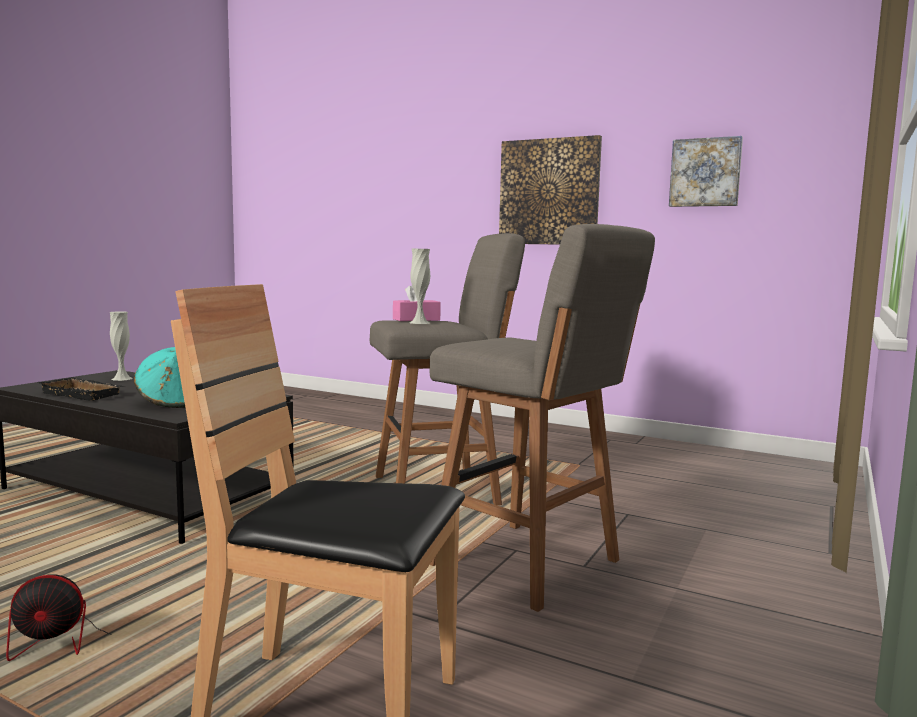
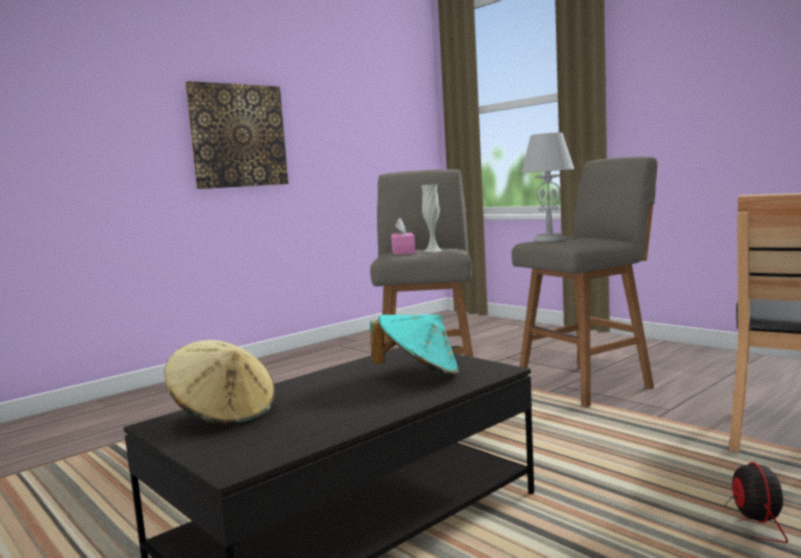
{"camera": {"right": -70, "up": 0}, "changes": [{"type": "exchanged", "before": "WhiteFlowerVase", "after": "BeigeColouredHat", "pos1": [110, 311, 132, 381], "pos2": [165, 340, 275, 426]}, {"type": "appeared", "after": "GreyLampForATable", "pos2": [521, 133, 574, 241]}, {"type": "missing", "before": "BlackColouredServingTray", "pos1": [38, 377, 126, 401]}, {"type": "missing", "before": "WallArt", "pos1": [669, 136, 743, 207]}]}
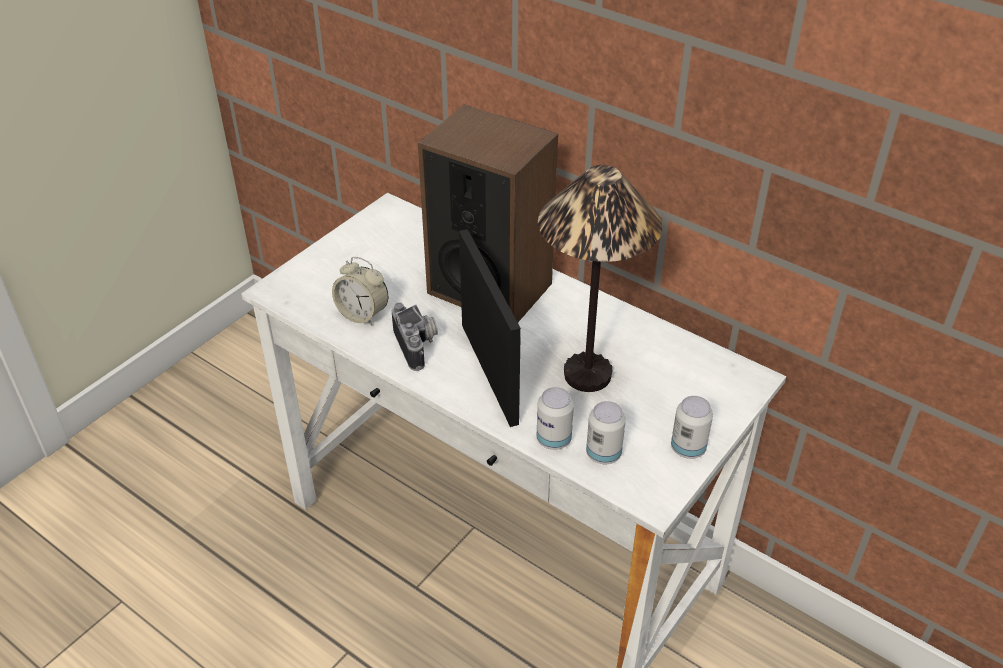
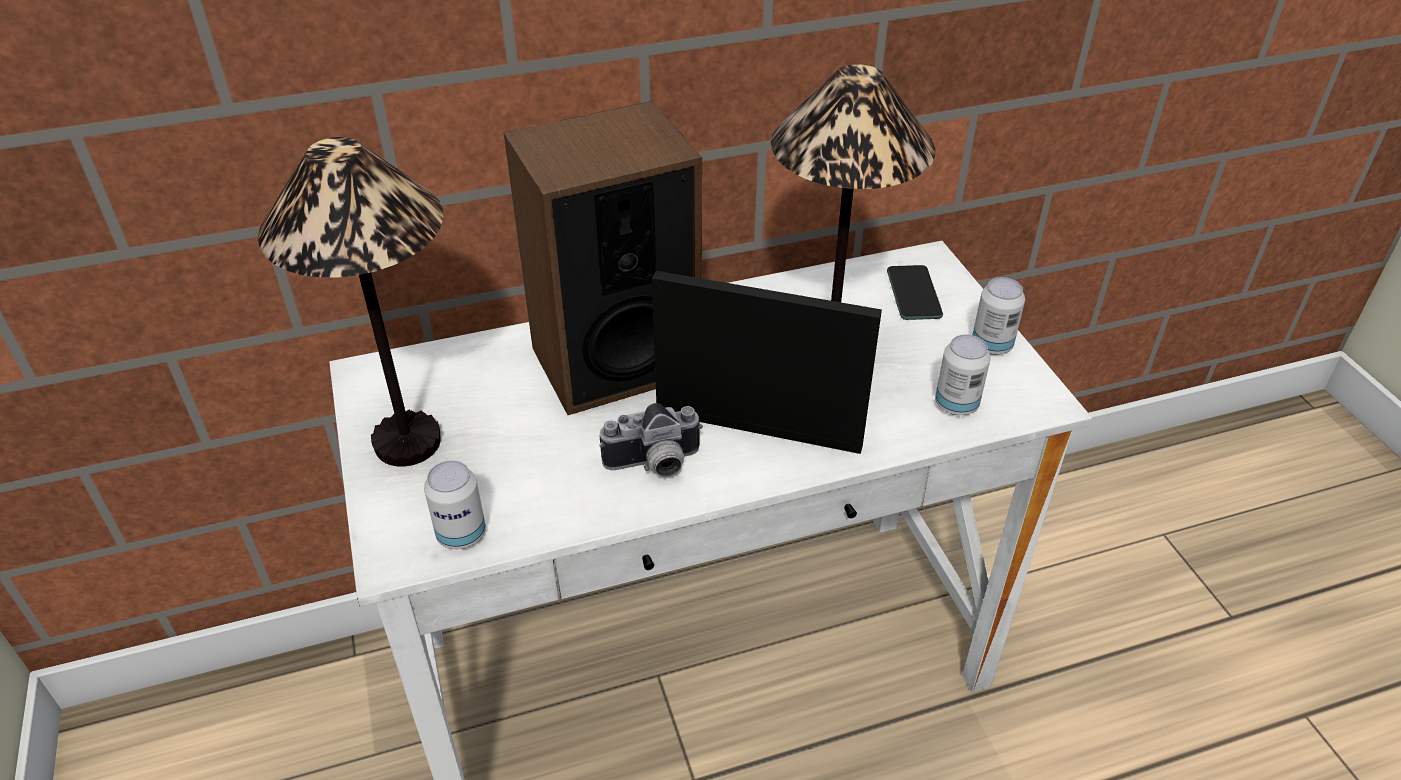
{"camera": {"right": -55, "up": 0}, "changes": [{"type": "appeared", "after": "LampForATable", "pos2": [258, 137, 443, 467]}, {"type": "relocated", "before": "MetalCan", "pos1": [537, 387, 574, 450], "pos2": [424, 461, 486, 549]}, {"type": "spun", "before": "StillCamera", "pos1": [392, 302, 438, 371], "pos2": [600, 403, 703, 477], "turn": 150}, {"type": "appeared", "after": "Handset", "pos2": [887, 265, 943, 320]}, {"type": "missing", "before": "AlarmClock", "pos1": [332, 257, 388, 326]}]}
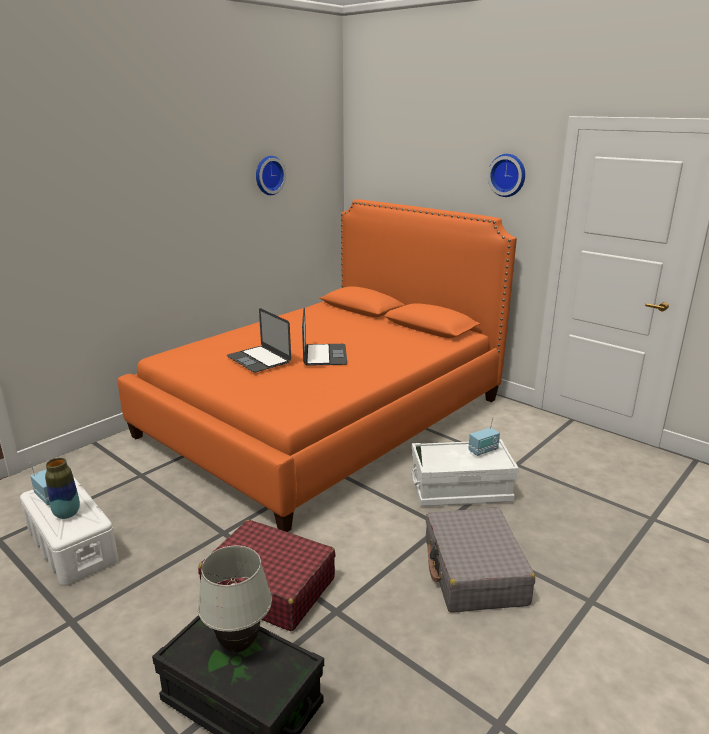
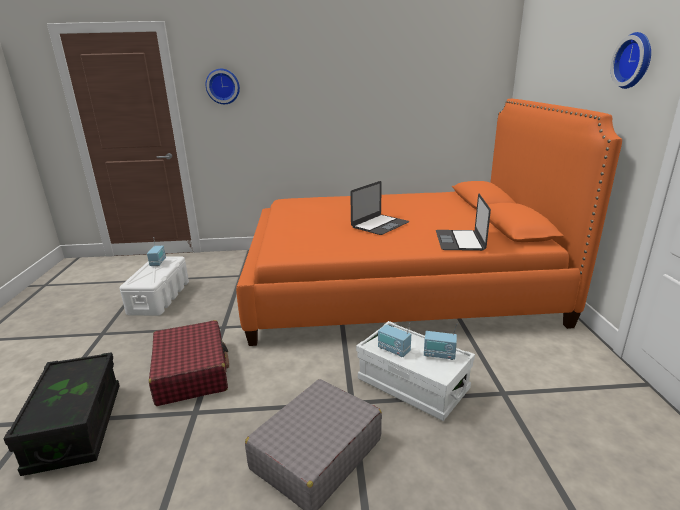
{"camera": {"right": 45, "up": 0}, "changes": [{"type": "relocated", "before": "ClockOnTheWall", "pos1": [256, 156, 286, 195], "pos2": [206, 69, 240, 104]}, {"type": "appeared", "after": "Radio", "pos2": [378, 322, 411, 357]}, {"type": "relocated", "before": "PortableComputer", "pos1": [227, 308, 291, 372], "pos2": [436, 194, 491, 251]}, {"type": "missing", "before": "FlowerVase", "pos1": [45, 458, 80, 519]}, {"type": "missing", "before": "WhiteLampForATable", "pos1": [197, 546, 272, 652]}]}
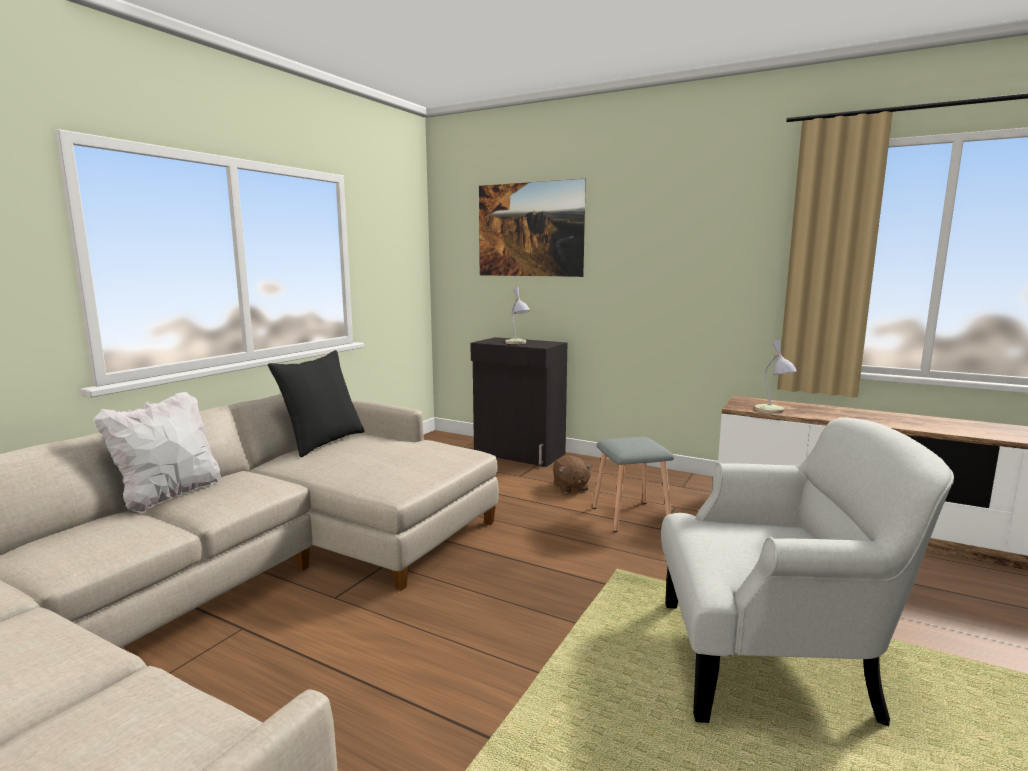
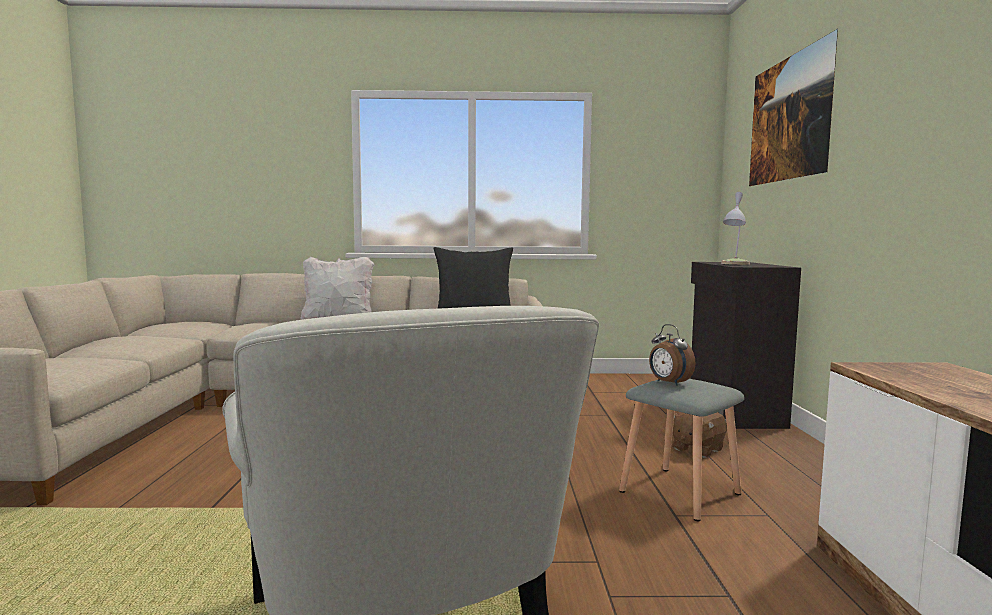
{"camera": {"right": 60, "up": -5}, "changes": [{"type": "appeared", "after": "AlarmClock", "pos2": [649, 324, 695, 386]}, {"type": "missing", "before": "LampForATable", "pos1": [755, 340, 797, 414]}]}
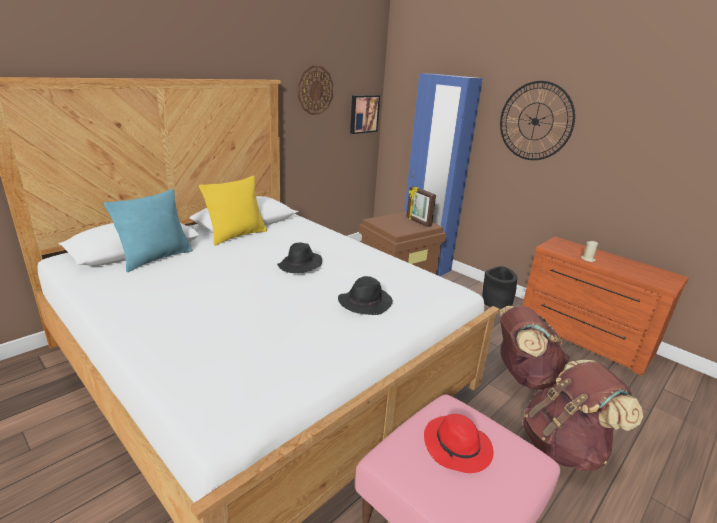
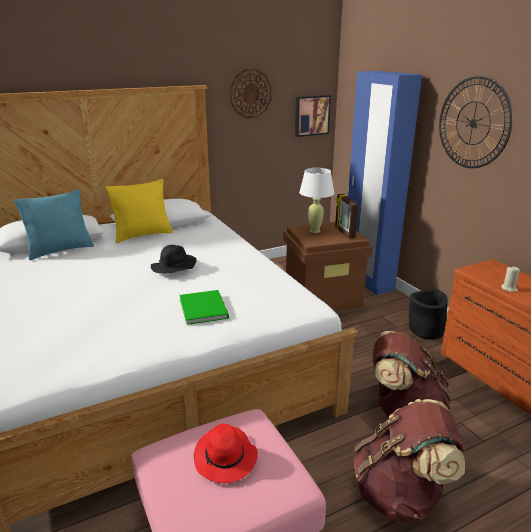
{"camera": {"right": 20, "up": 0}, "changes": [{"type": "exchanged", "before": "BlackColouredHat", "after": "GreenBook", "pos1": [338, 276, 393, 315], "pos2": [179, 290, 229, 325]}, {"type": "appeared", "after": "WhiteLampForATable", "pos2": [299, 168, 334, 233]}]}
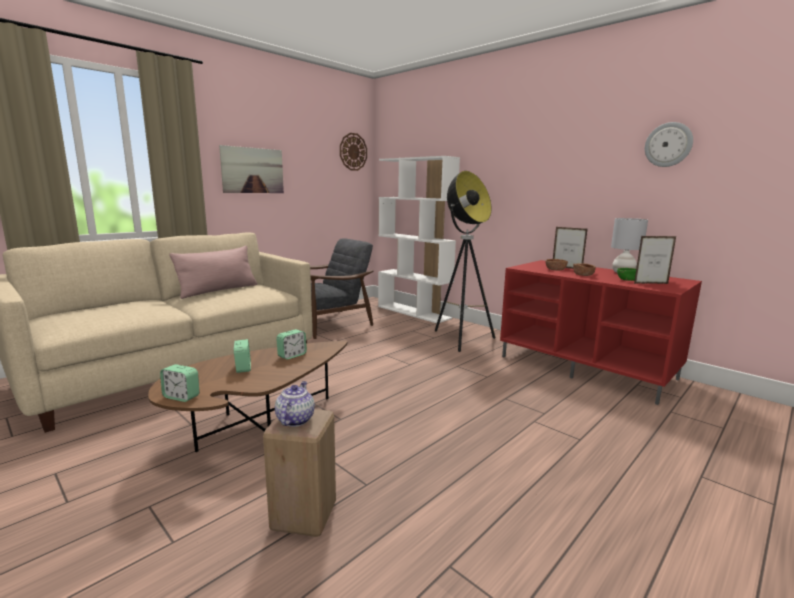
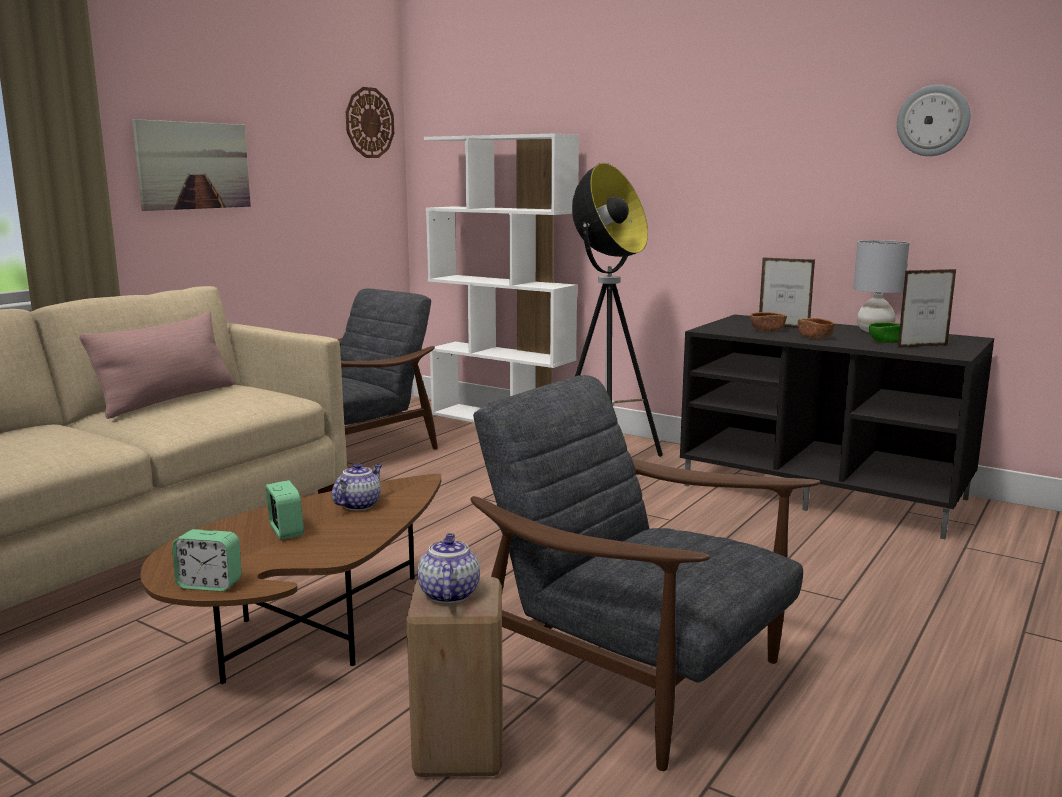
{"camera": {"right": -10, "up": 0}, "changes": [{"type": "exchanged", "before": "AlarmClock", "after": "Teapot", "pos1": [276, 329, 307, 360], "pos2": [332, 463, 382, 511]}, {"type": "appeared", "after": "GreyLoungeChair", "pos2": [470, 375, 821, 771]}, {"type": "colour", "before": "ReddishTvUnit", "after": "BlackColouredTvUnit", "pos1": [500, 260, 702, 405], "pos2": [680, 314, 994, 539]}]}
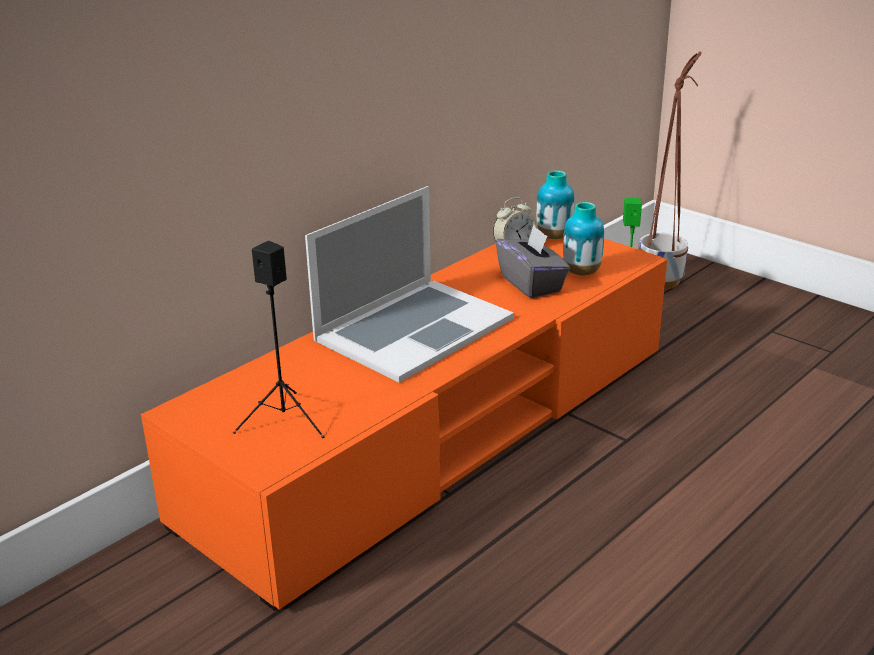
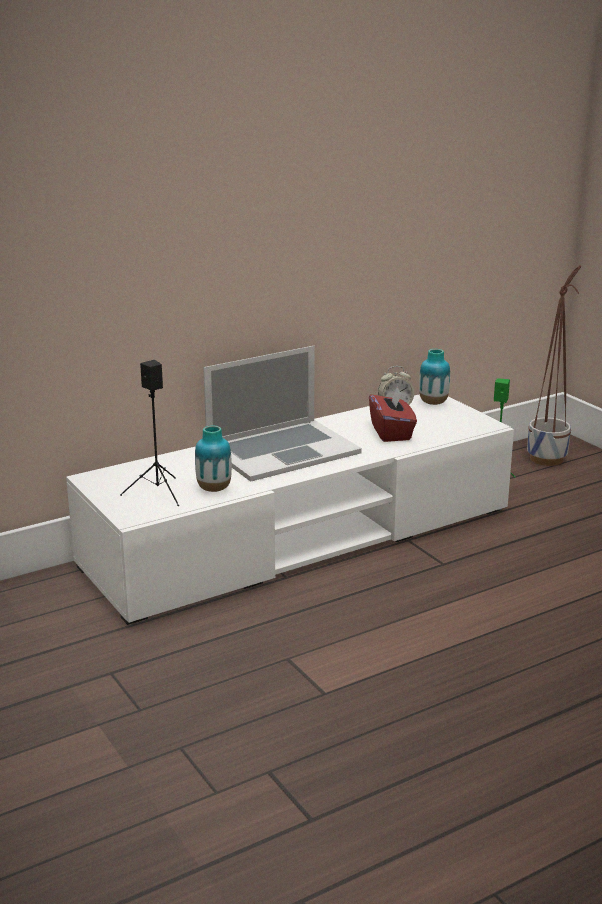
{"camera": {"right": 15, "up": -5}, "changes": [{"type": "colour", "before": "OrangeTvUnit", "after": "WhiteTvUnit", "pos1": [141, 238, 667, 611], "pos2": [66, 394, 514, 625]}, {"type": "relocated", "before": "FlowerVase", "pos1": [563, 202, 604, 275], "pos2": [195, 426, 232, 492]}, {"type": "colour", "before": "GreyBoxOfTissues", "after": "ReddishBoxOfTissues", "pos1": [496, 225, 570, 298], "pos2": [369, 386, 417, 442]}]}
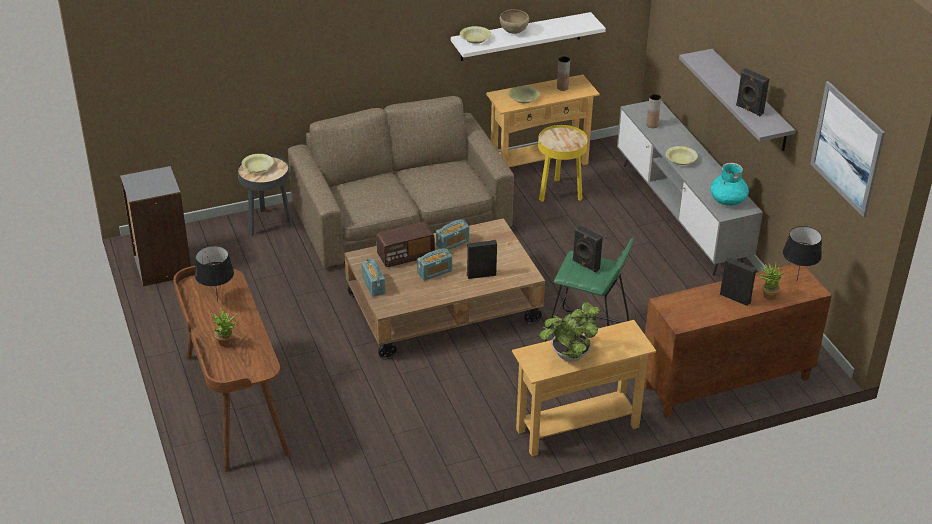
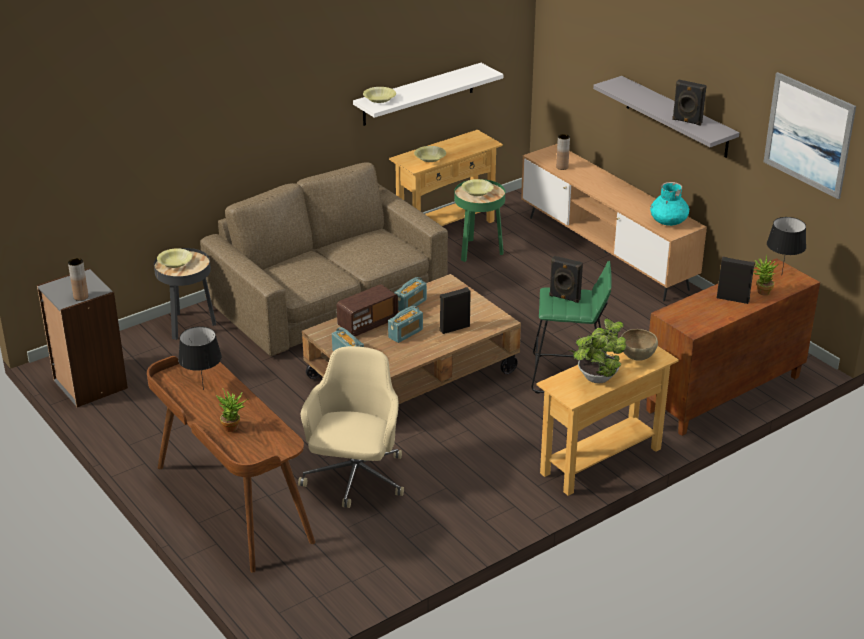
{"camera": {"right": -15, "up": -5}, "changes": [{"type": "relocated", "before": "BrownColouredFlowerVase", "pos1": [557, 56, 570, 91], "pos2": [68, 258, 88, 301]}, {"type": "appeared", "after": "BeigeColouredOfficeChair", "pos2": [298, 346, 404, 508]}, {"type": "colour", "before": "YellowishEndTable", "after": "GreenEndTable", "pos1": [538, 125, 588, 202], "pos2": [454, 179, 505, 262]}, {"type": "relocated", "before": "YellowishDeepDish", "pos1": [666, 146, 698, 165], "pos2": [461, 179, 494, 196]}, {"type": "colour", "before": "GreyTvUnit", "after": "BrownColouredTvUnit", "pos1": [617, 101, 763, 276], "pos2": [521, 144, 707, 301]}, {"type": "relocated", "before": "BrownColouredDeepDish", "pos1": [500, 10, 529, 34], "pos2": [621, 329, 658, 361]}]}
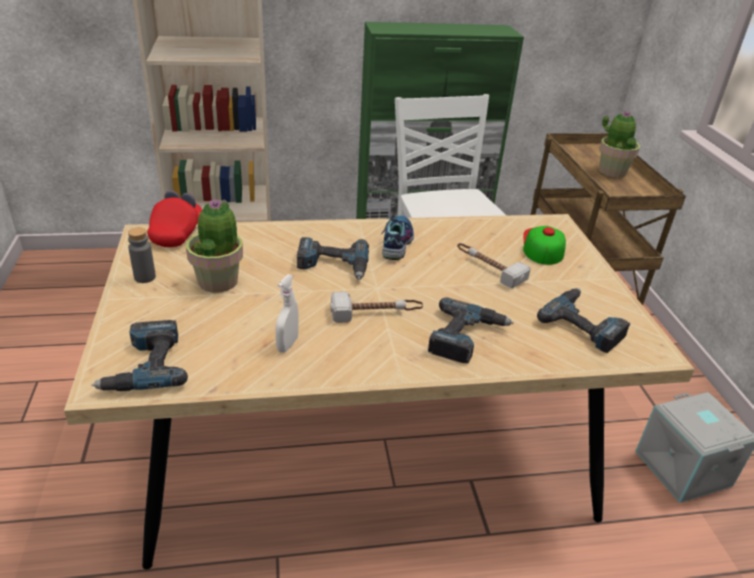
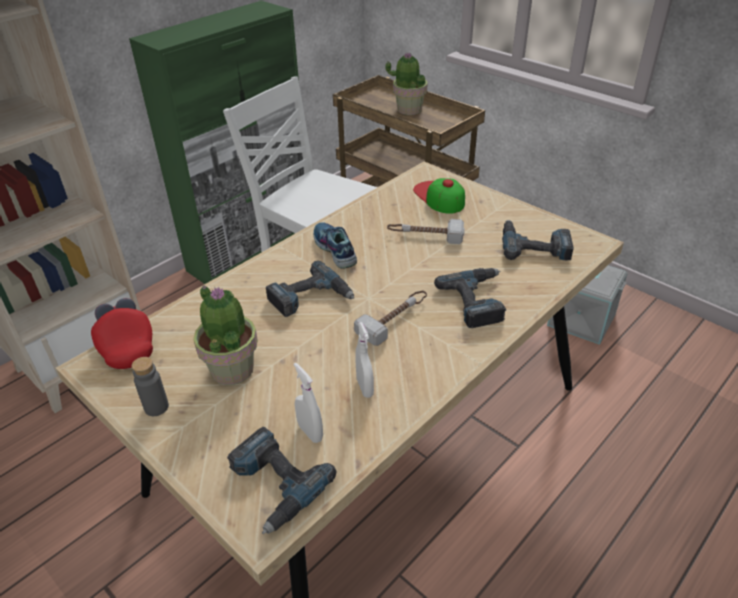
{"camera": {"right": -35, "up": 5}, "changes": [{"type": "appeared", "after": "WhiteSprayer", "pos2": [293, 363, 323, 443]}]}
